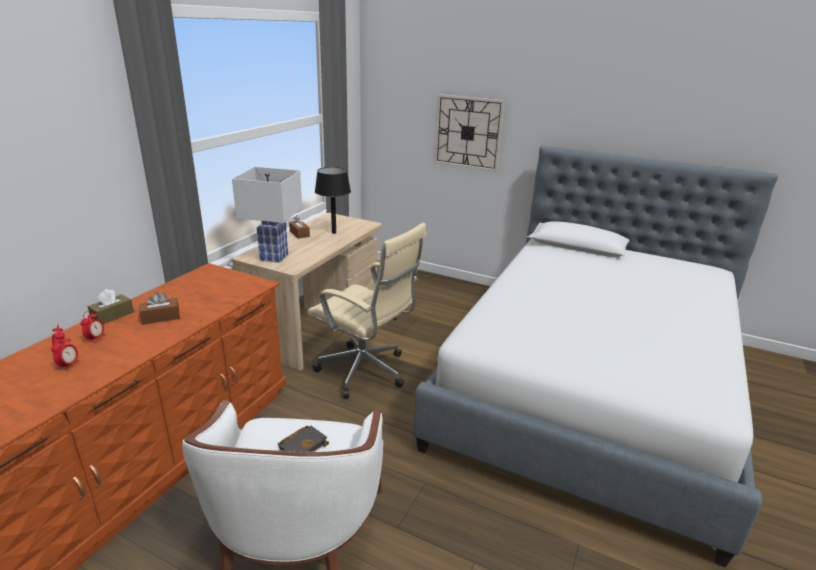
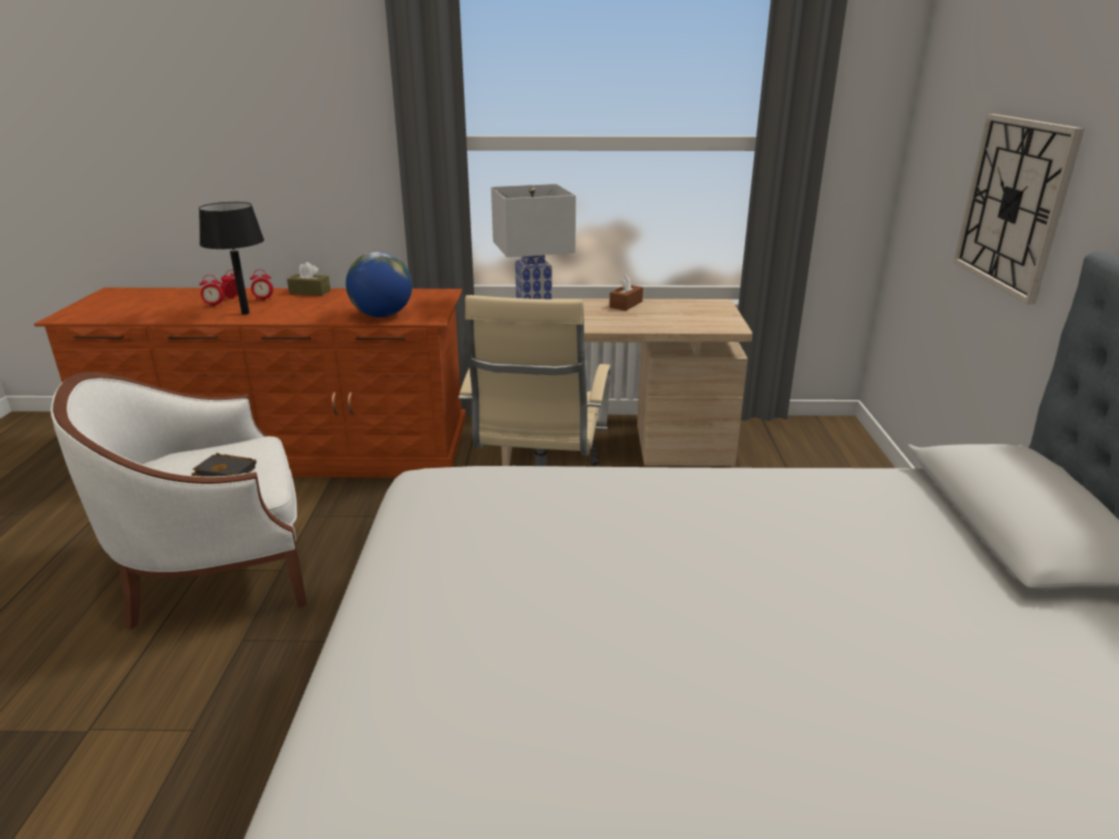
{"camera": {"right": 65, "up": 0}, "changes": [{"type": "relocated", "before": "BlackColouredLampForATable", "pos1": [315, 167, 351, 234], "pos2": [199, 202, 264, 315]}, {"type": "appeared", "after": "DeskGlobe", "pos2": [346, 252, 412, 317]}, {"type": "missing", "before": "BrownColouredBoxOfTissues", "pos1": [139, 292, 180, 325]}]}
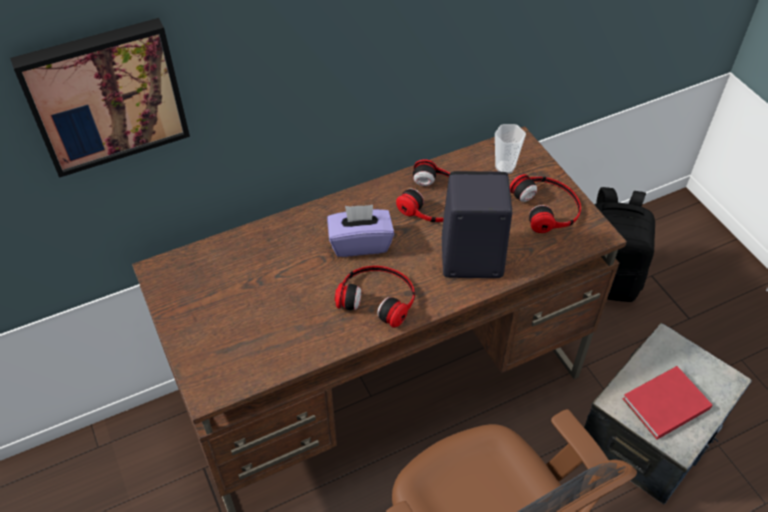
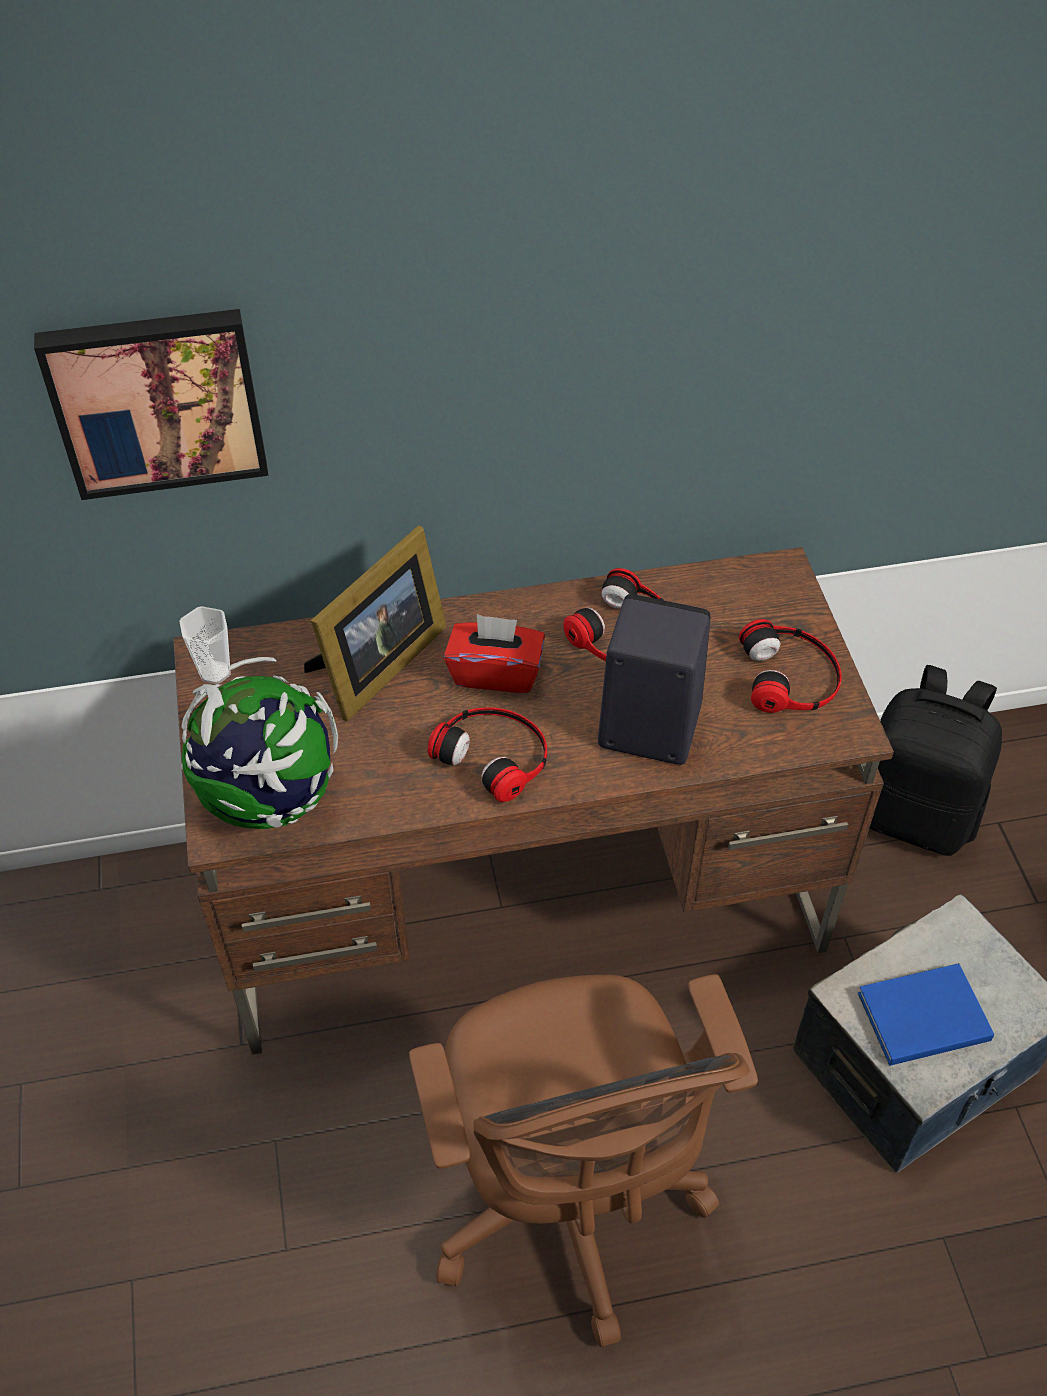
{"camera": {"right": 15, "up": 0}, "changes": [{"type": "relocated", "before": "Cup", "pos1": [495, 124, 526, 174], "pos2": [179, 606, 231, 684]}, {"type": "appeared", "after": "DeskGlobe", "pos2": [181, 657, 338, 829]}, {"type": "appeared", "after": "StandingFrame", "pos2": [304, 525, 447, 721]}, {"type": "colour", "before": "PurplishBoxOfTissues", "after": "ReddishBoxOfTissues", "pos1": [327, 205, 394, 257], "pos2": [444, 614, 545, 693]}, {"type": "colour", "before": "ReddishBook", "after": "BluishBook", "pos1": [623, 366, 712, 440], "pos2": [858, 963, 994, 1066]}]}
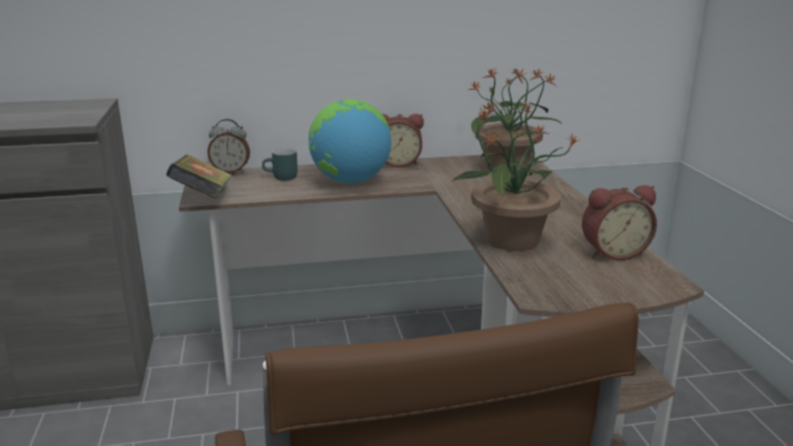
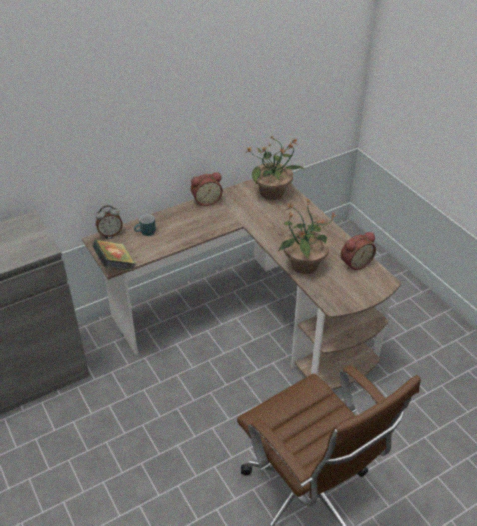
{"camera": {"right": -20, "up": 20}, "changes": [{"type": "missing", "before": "DeskGlobe", "pos1": [309, 99, 391, 184]}]}
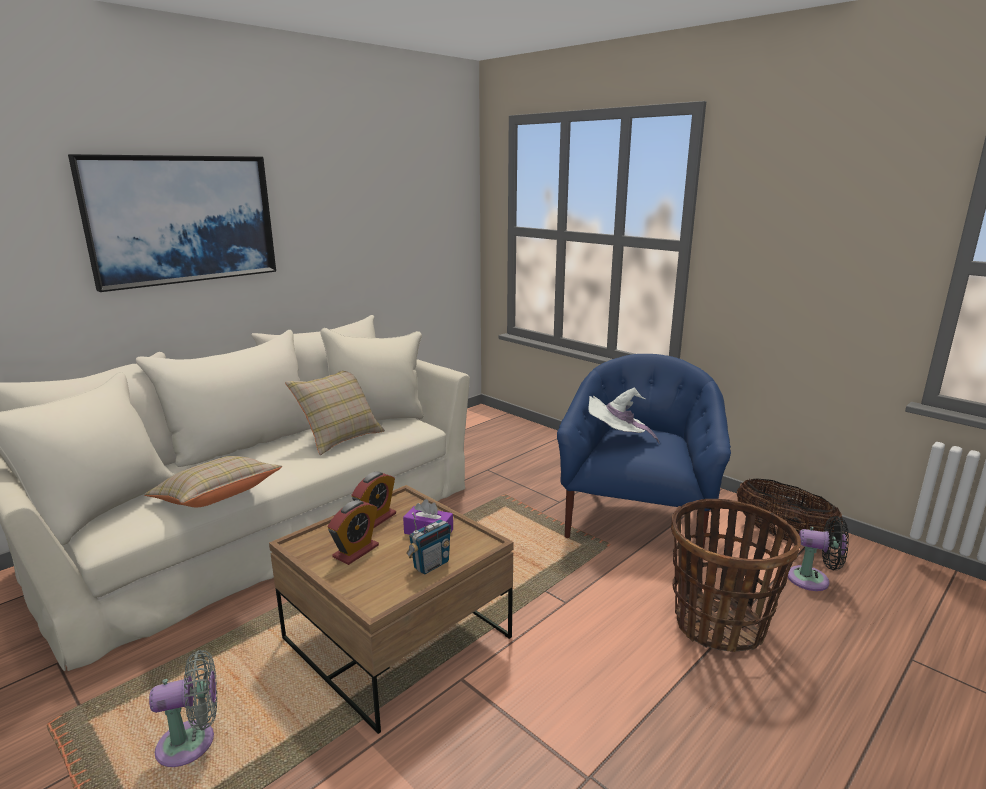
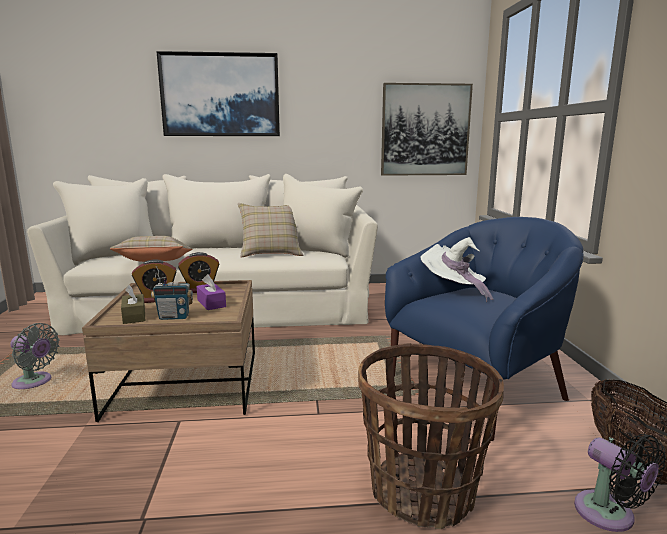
{"camera": {"right": 40, "up": -5}, "changes": [{"type": "appeared", "after": "BrownColouredBoxOfTissues", "pos2": [121, 285, 145, 324]}, {"type": "appeared", "after": "WallArt", "pos2": [381, 83, 473, 176]}]}
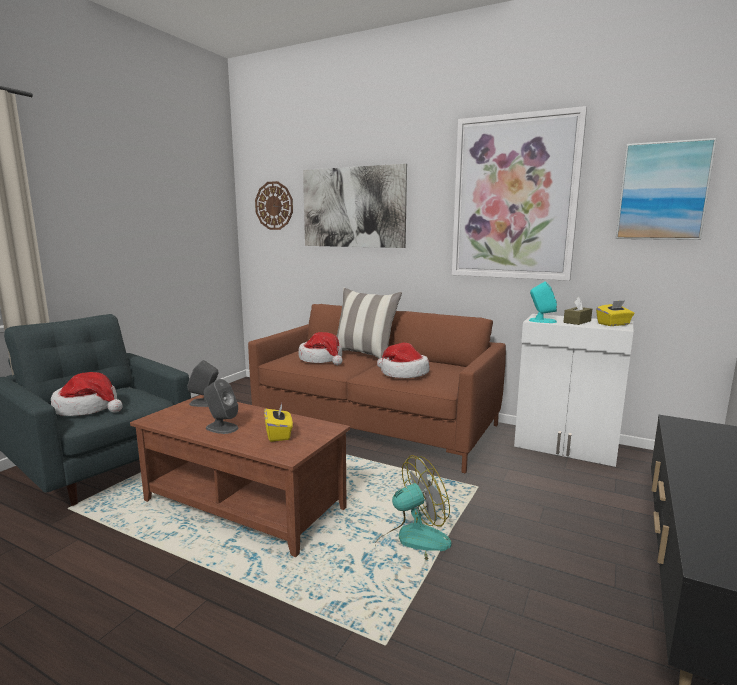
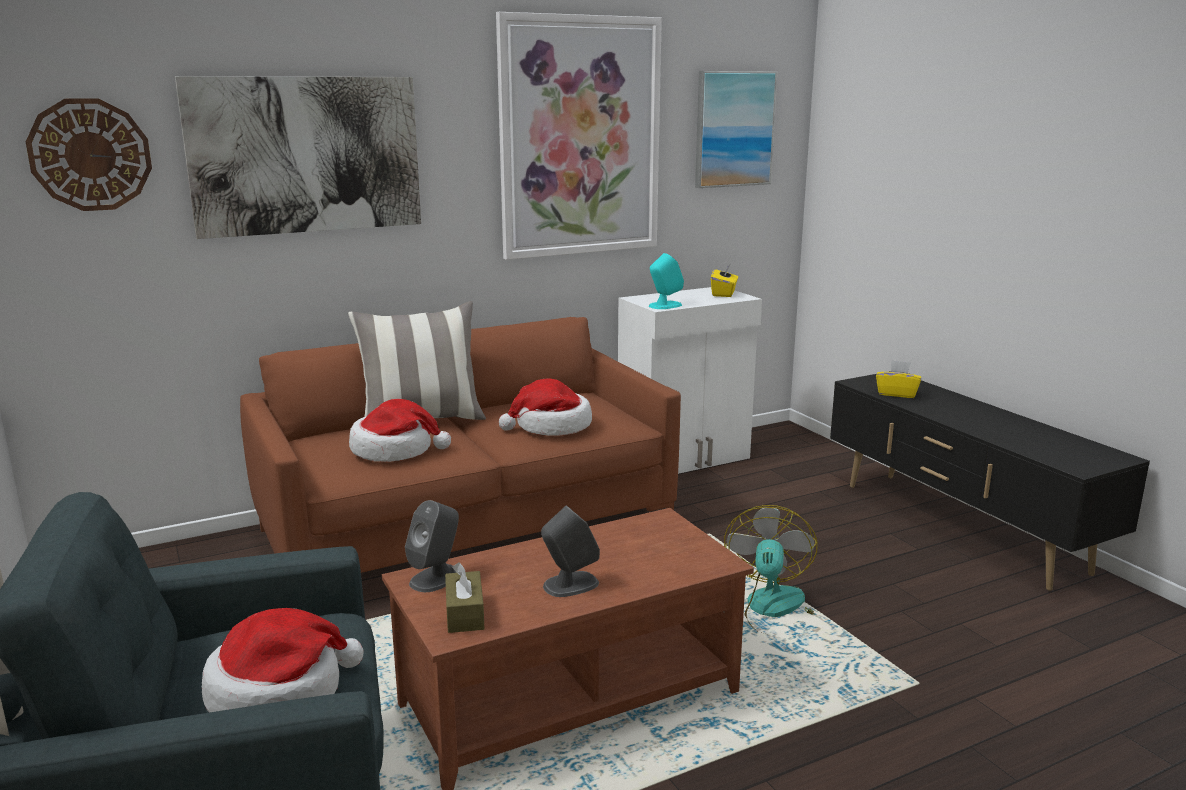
{"camera": {"right": -55, "up": 5}, "changes": [{"type": "relocated", "before": "BrownColouredBoxOfTissues", "pos1": [563, 297, 592, 325], "pos2": [445, 563, 485, 633]}, {"type": "relocated", "before": "YellowishBoxOfTissues", "pos1": [264, 403, 293, 442], "pos2": [876, 360, 921, 398]}]}
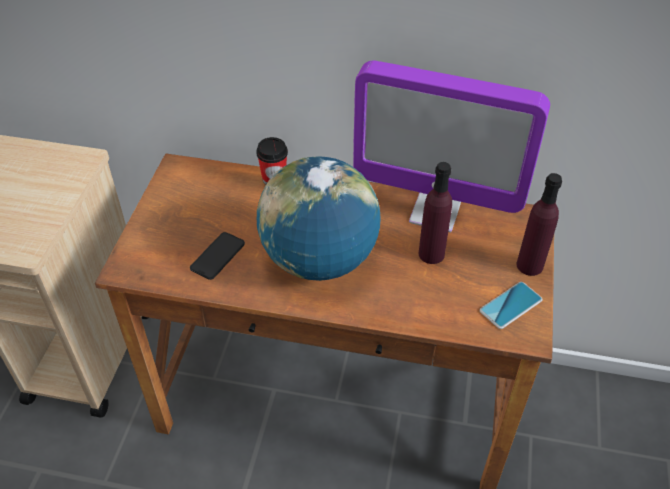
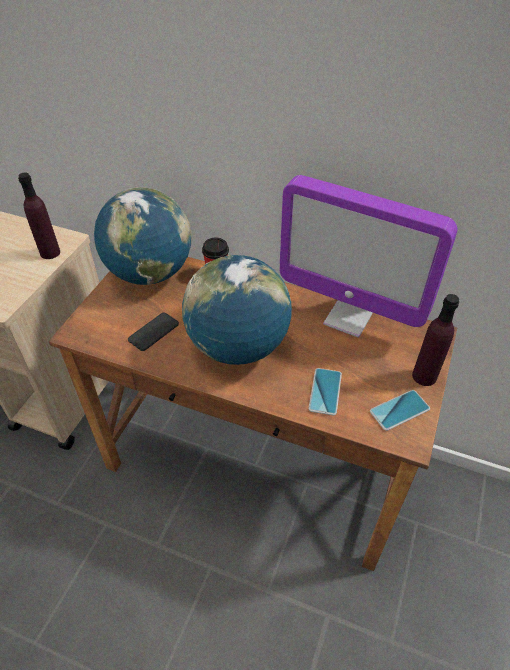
{"camera": {"right": 10, "up": 0}, "changes": [{"type": "relocated", "before": "PurplishDrinkBottle", "pos1": [418, 162, 452, 264], "pos2": [18, 172, 60, 259]}, {"type": "appeared", "after": "DeskGlobe", "pos2": [94, 187, 192, 285]}, {"type": "appeared", "after": "Handset", "pos2": [309, 368, 342, 415]}]}
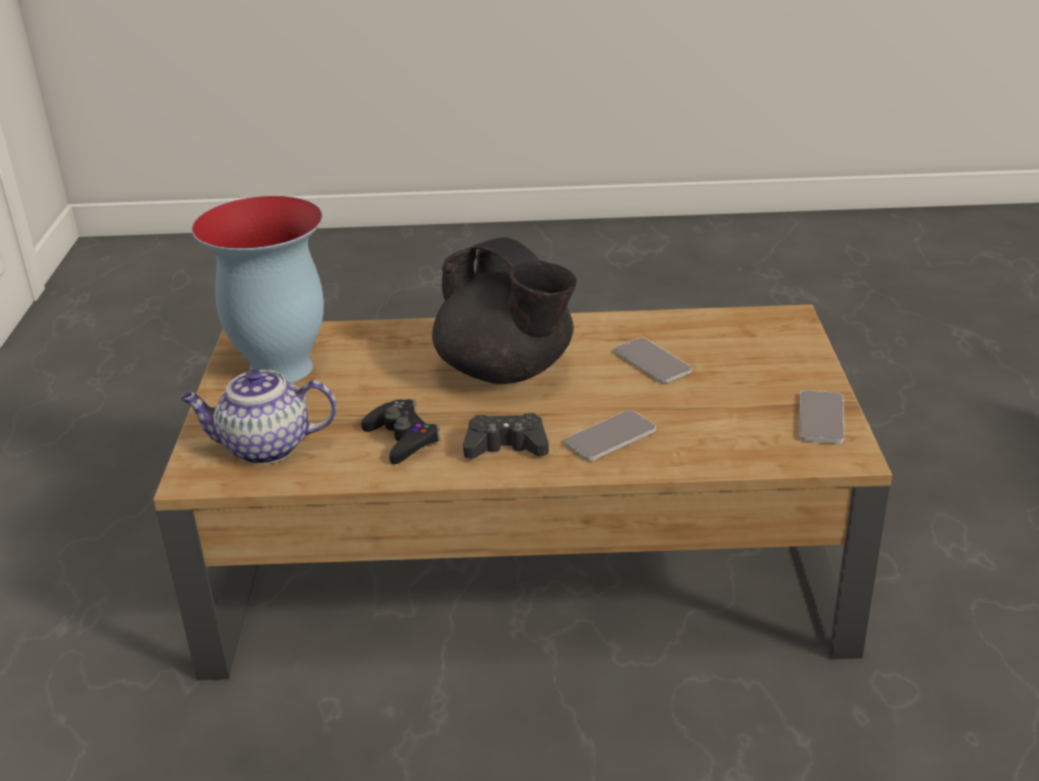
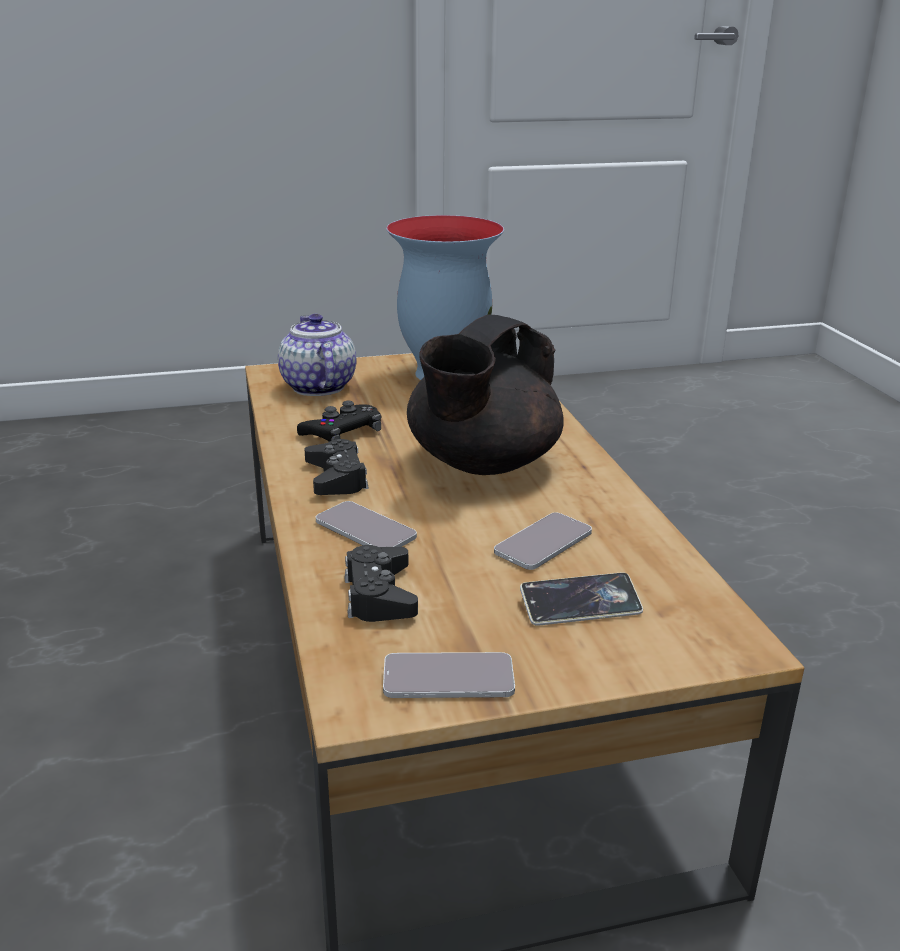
{"camera": {"right": 75, "up": -5}, "changes": [{"type": "appeared", "after": "BlackColouredJoypad", "pos2": [344, 545, 418, 622]}, {"type": "appeared", "after": "Handset", "pos2": [520, 572, 643, 626]}]}
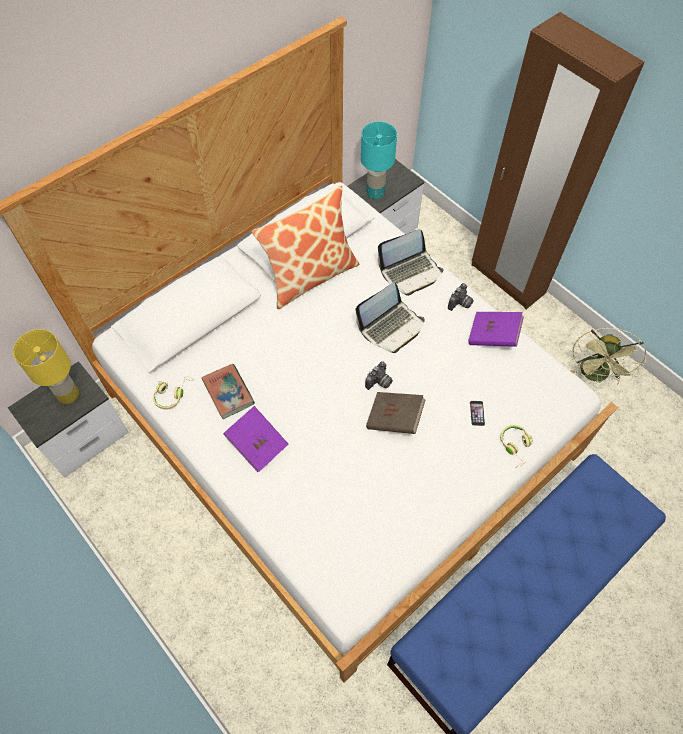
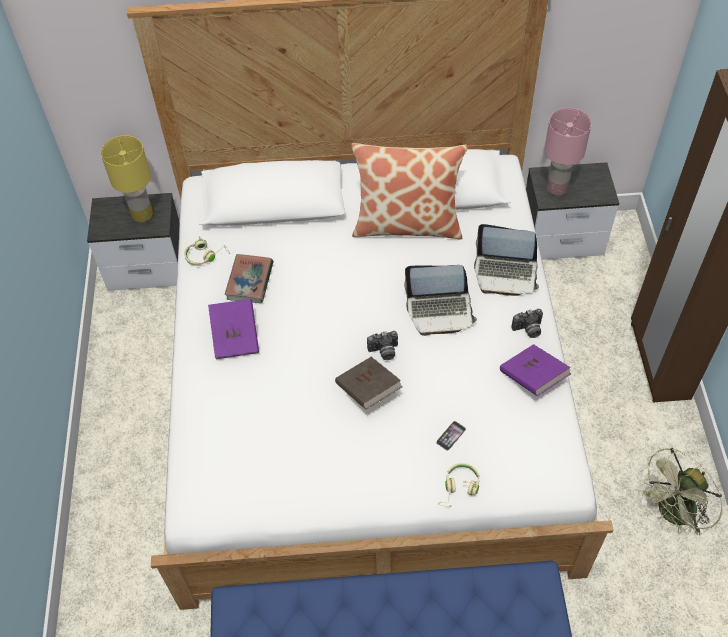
{"camera": {"right": 40, "up": -5}, "changes": [{"type": "colour", "before": "TurquoiseColouredLampForATable", "after": "PinkishLampForATable", "pos1": [361, 122, 397, 199], "pos2": [544, 108, 591, 196]}]}
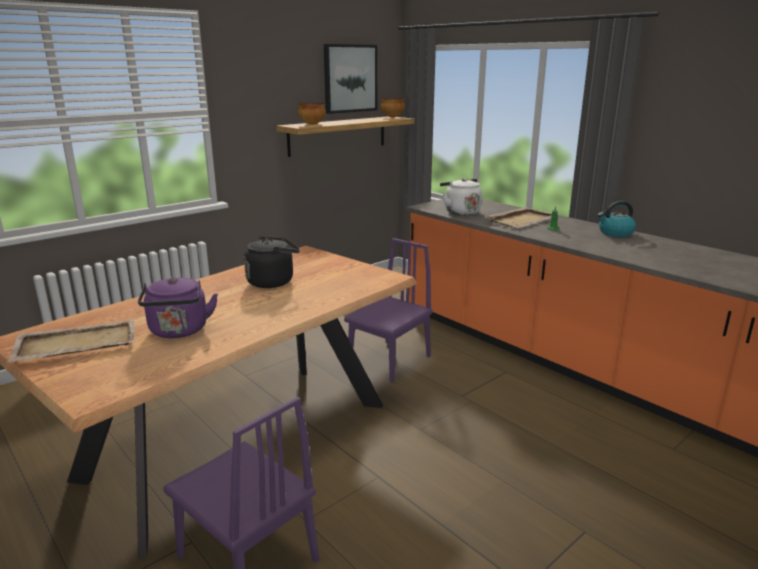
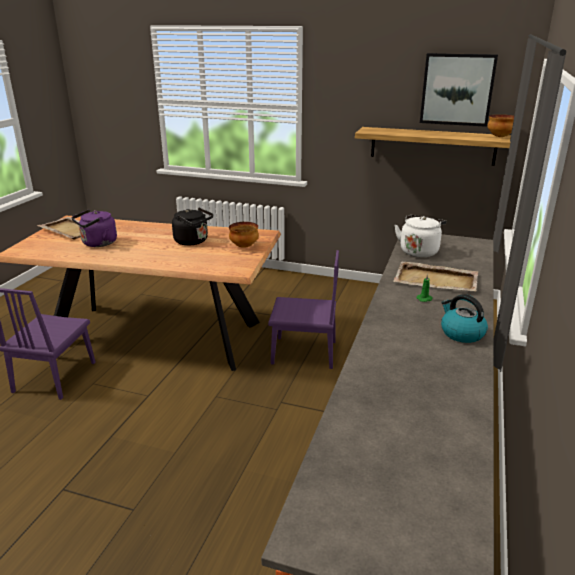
{"camera": {"right": 60, "up": 5}, "changes": [{"type": "relocated", "before": "DeepDish", "pos1": [298, 103, 326, 125], "pos2": [229, 222, 259, 248]}]}
